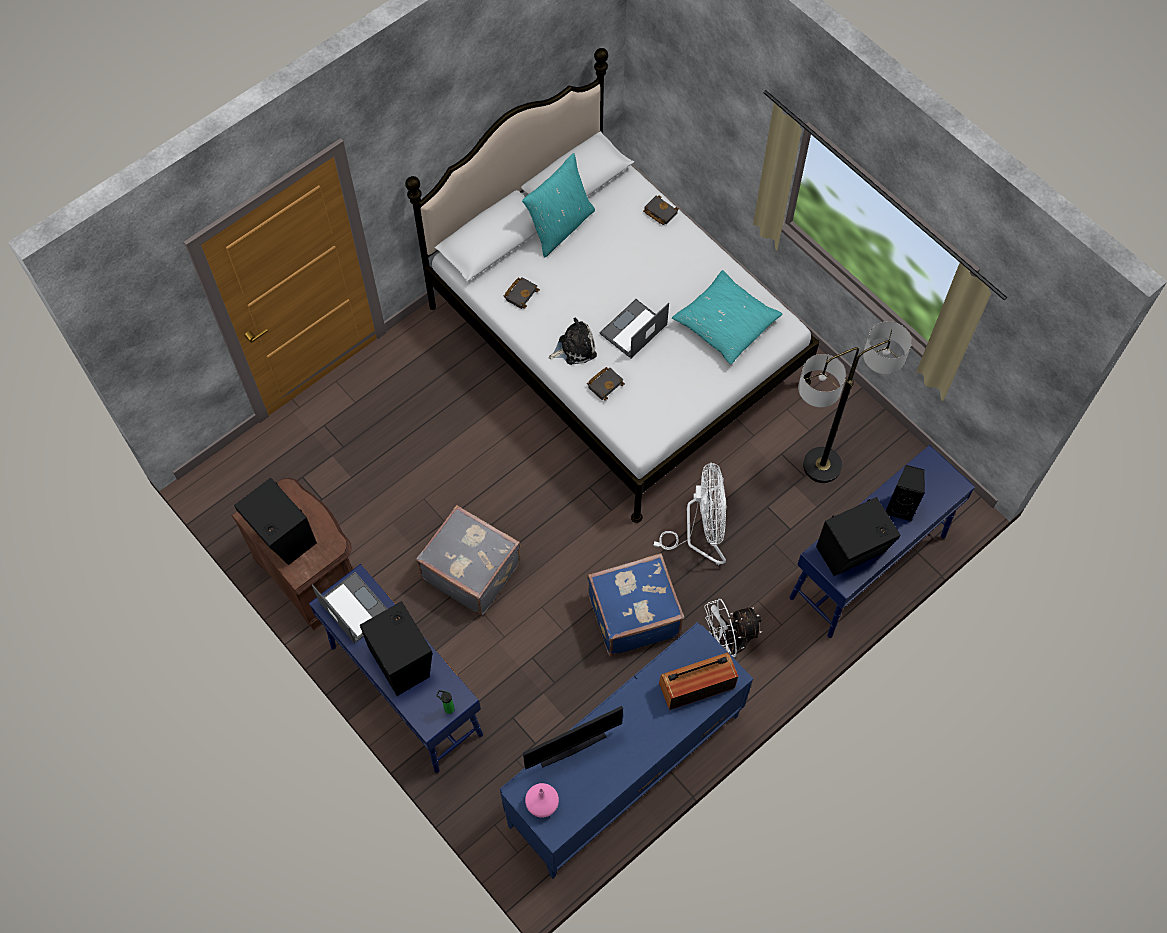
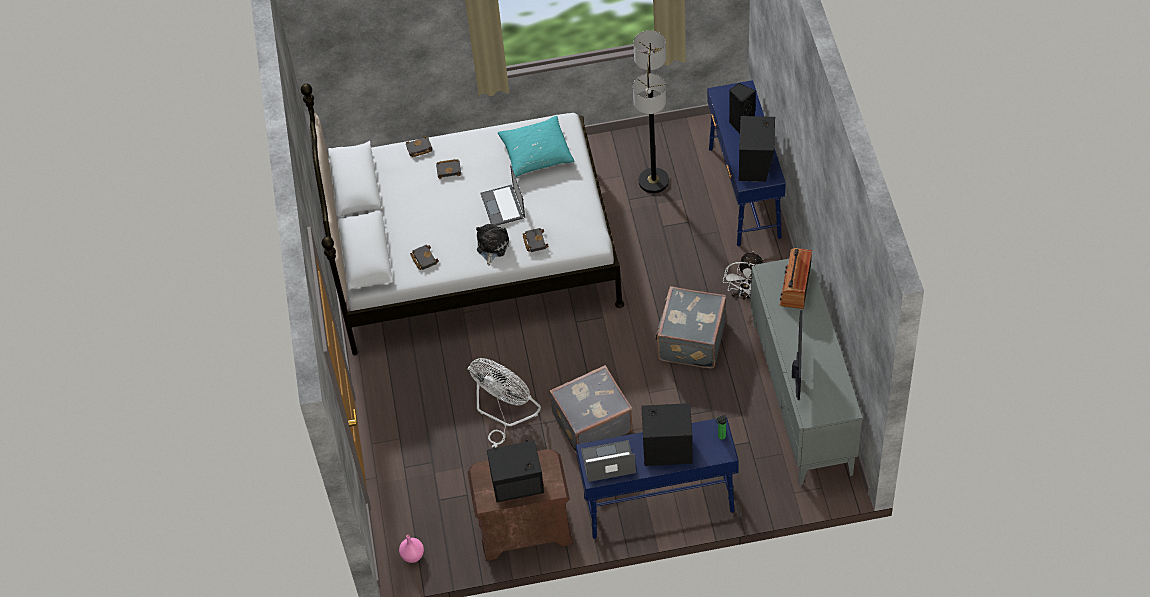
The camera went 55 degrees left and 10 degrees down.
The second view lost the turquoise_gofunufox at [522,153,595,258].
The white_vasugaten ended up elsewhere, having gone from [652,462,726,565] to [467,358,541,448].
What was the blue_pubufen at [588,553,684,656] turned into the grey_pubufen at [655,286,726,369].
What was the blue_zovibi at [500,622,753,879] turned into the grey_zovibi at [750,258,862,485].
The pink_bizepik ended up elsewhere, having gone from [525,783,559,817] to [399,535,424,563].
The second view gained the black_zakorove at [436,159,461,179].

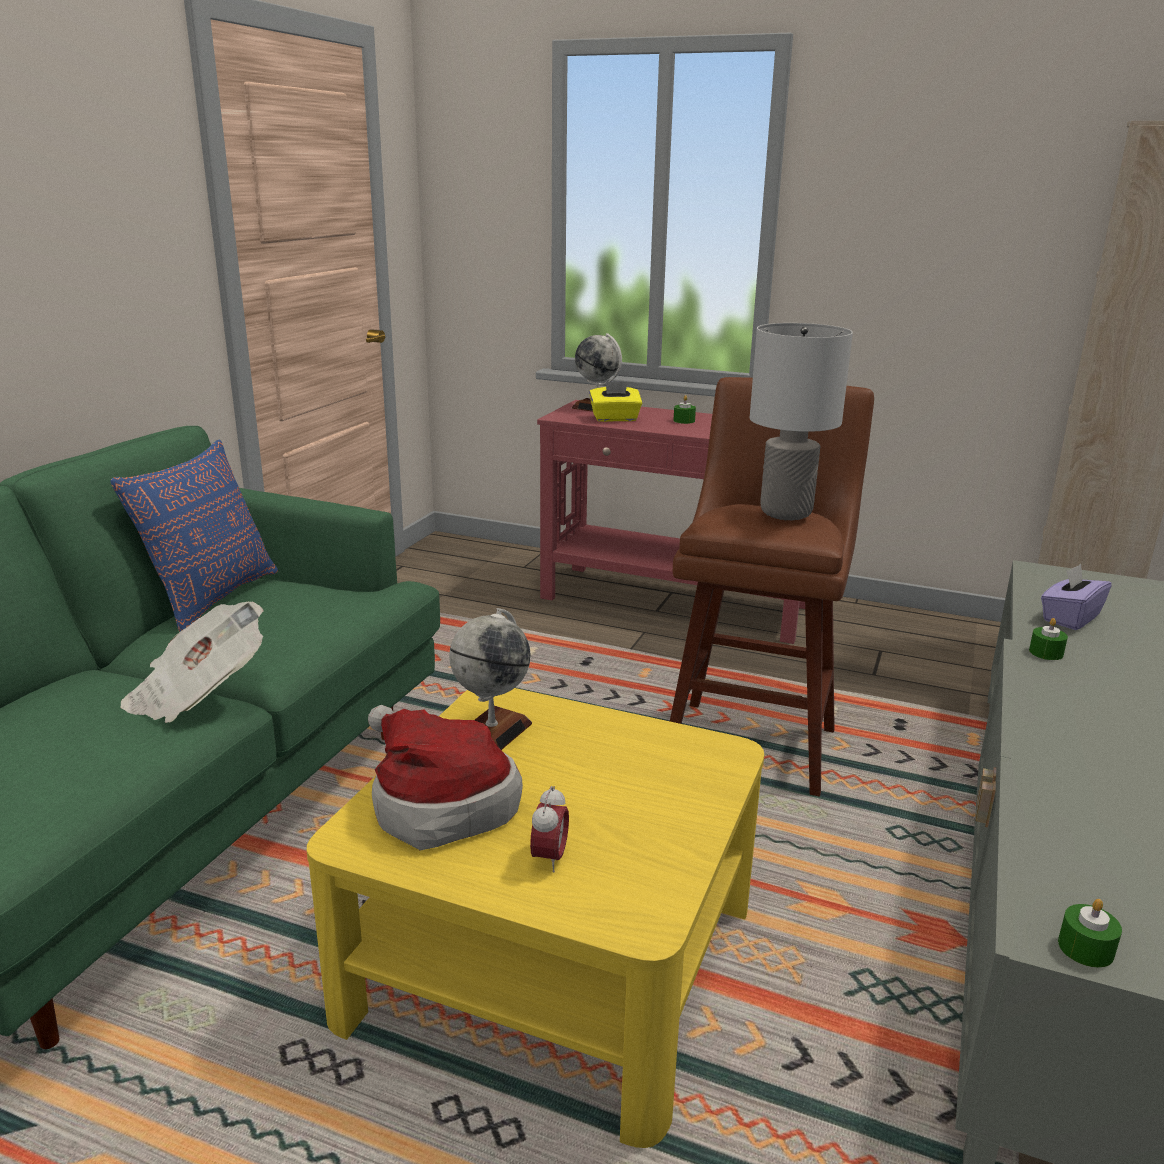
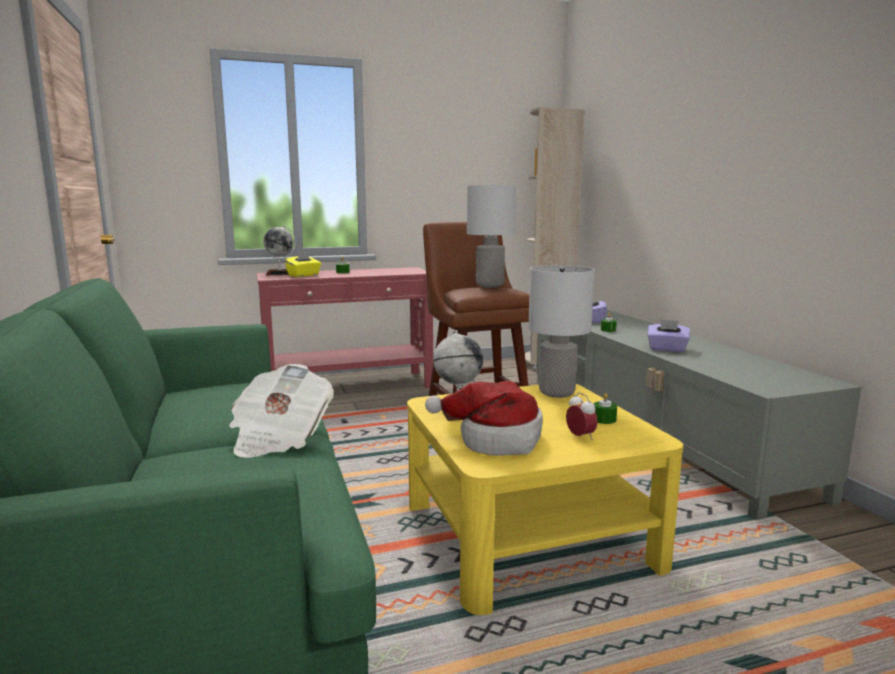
The camera went 40 degrees left and 10 degrees down.
The second view lost the blue_gofunufox at [110,440,278,632].
The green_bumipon ended up elsewhere, having gone from [1058,899,1122,968] to [593,393,617,424].
The second view gained the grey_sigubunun at [528,265,595,398].
The second view gained the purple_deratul at [647,319,690,352].

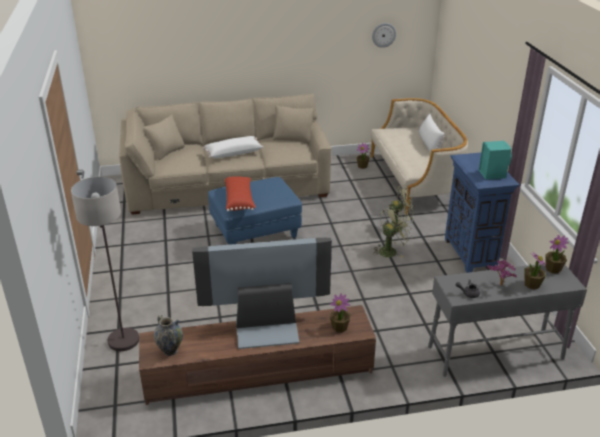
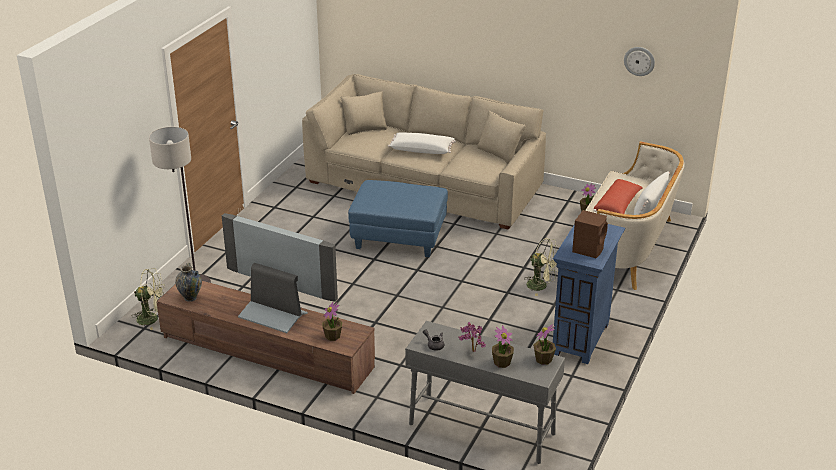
The camera went 35 degrees right and 0 degrees up.
What was the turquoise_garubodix at [479,141,512,180] turned into the brown_garubodix at [572,210,608,258].
The red_gofunufox ended up elsewhere, having gone from [225,177,256,211] to [593,179,643,214].
The green_vasugaten ended up elsewhere, having gone from [373,207,413,258] to [131,268,165,330].

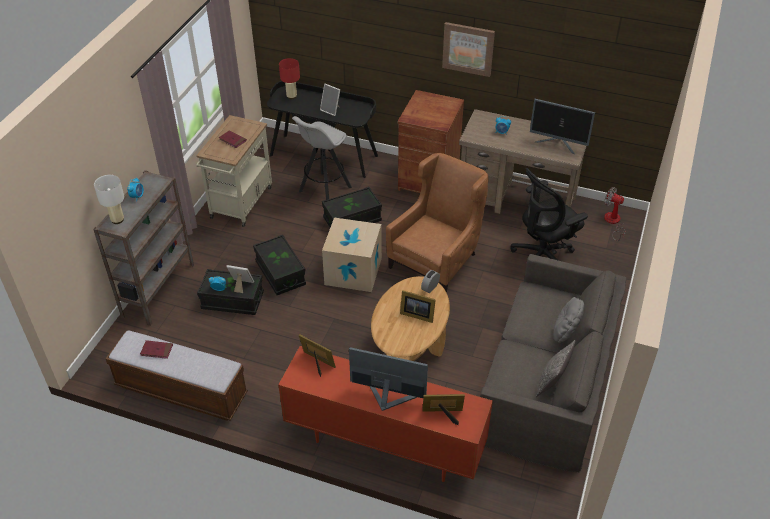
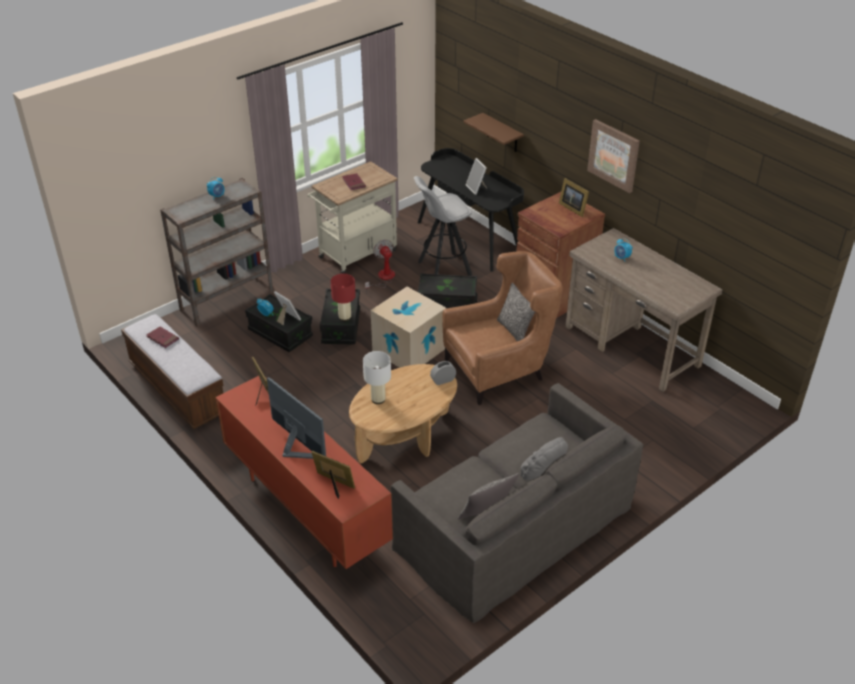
The camera went 30 degrees right and 5 degrees down.
The red_sigubunun ended up elsewhere, having gone from [279,58,300,99] to [331,273,356,321].
The second view lost the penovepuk at [530,99,595,154].
The second view lost the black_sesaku at [510,168,588,260].
The white_sigubunun ended up elsewhere, having gone from [94,175,124,224] to [363,351,391,404].
The vasugaten ended up elsewhere, having gone from [604,187,626,241] to [365,239,395,293].
The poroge ended up elsewhere, having gone from [400,290,436,323] to [559,178,589,217].
The second view gained the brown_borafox at [463,113,524,152].
The second view gained the gofunufox at [497,283,535,341].

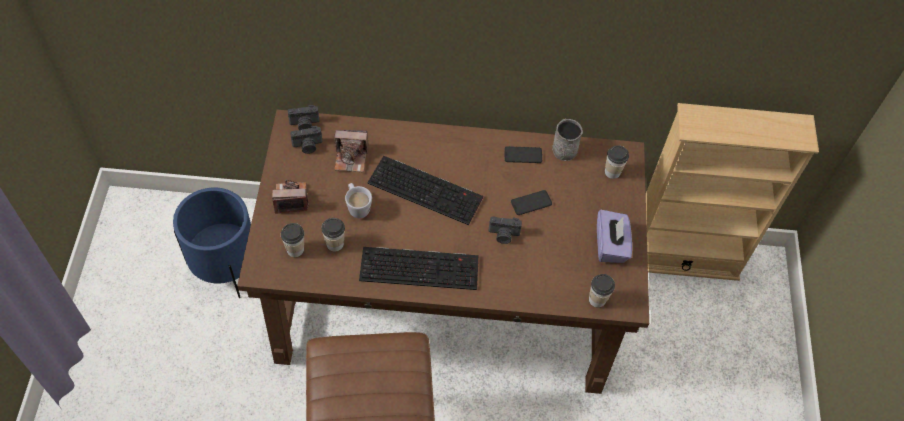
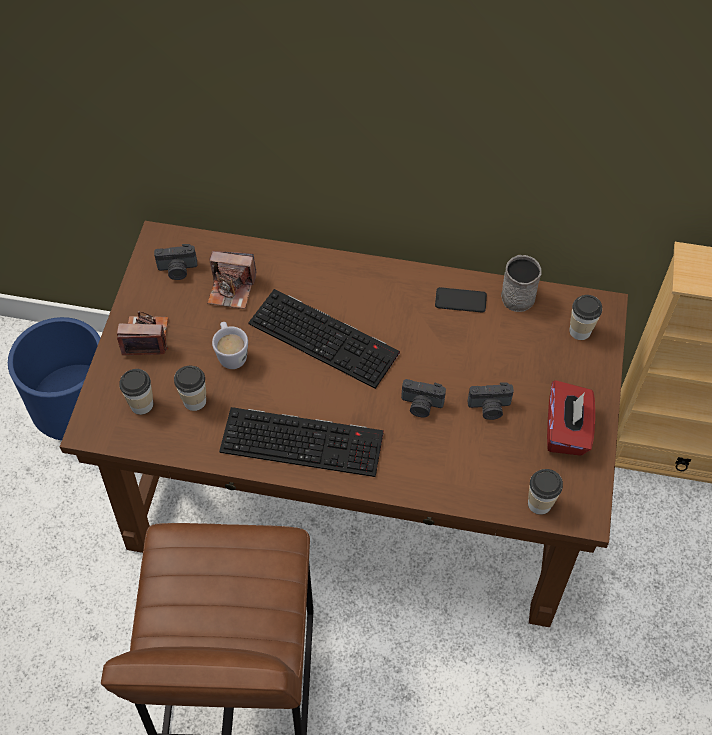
The camera went 10 degrees right and 0 degrees up.
The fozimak ended up elsewhere, having gone from [288,105,319,130] to [468,382,514,420].
The second view lost the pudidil at [511,190,552,215].
What was the purple_deratul at [597,210,632,263] turned into the red_deratul at [547,380,595,456].

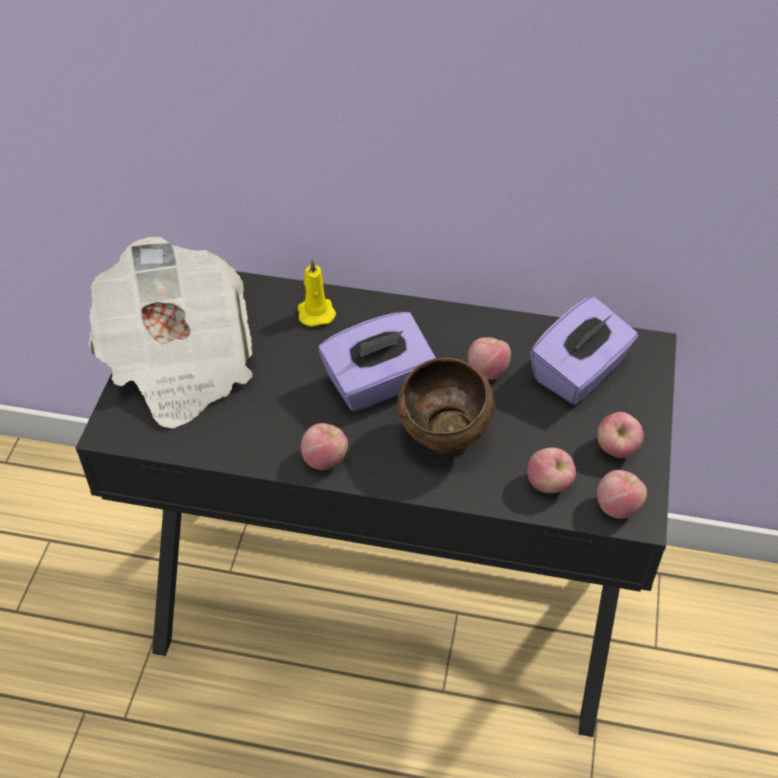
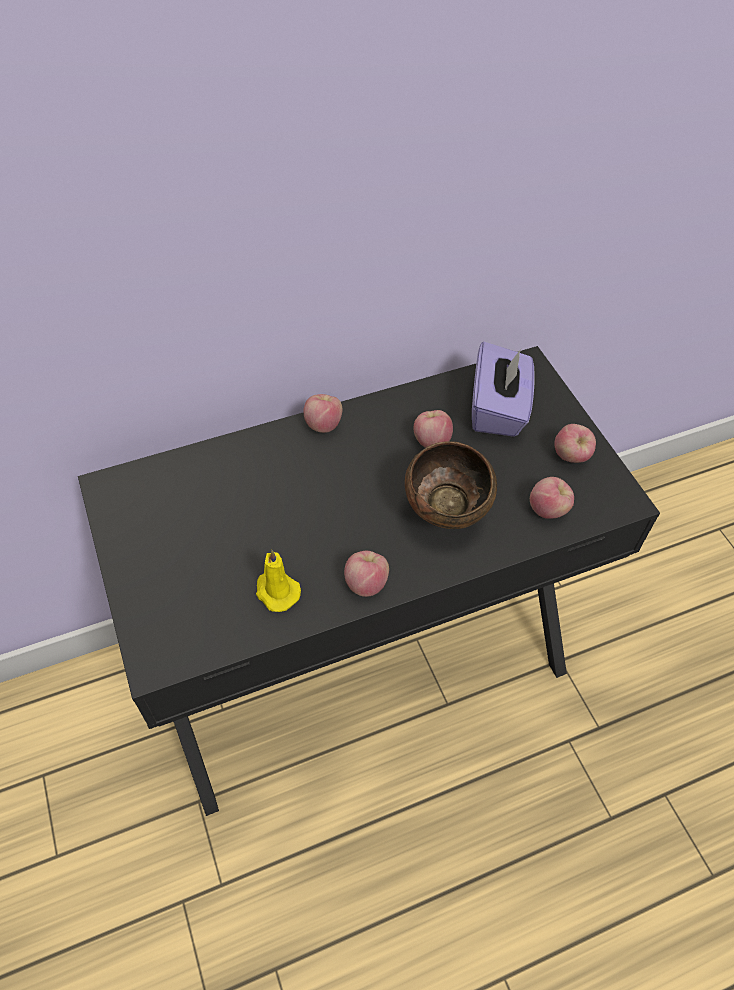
The camera went 35 degrees left and 5 degrees up.
The second view lost the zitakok at [88,236,252,429].
The yellow_bumipon ended up elsewhere, having gone from [298,258,336,327] to [256,550,301,612].
The second view lost the purple_deratul at [318,312,436,411].
The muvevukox ended up elsewhere, having gone from [597,470,647,519] to [304,394,343,433].

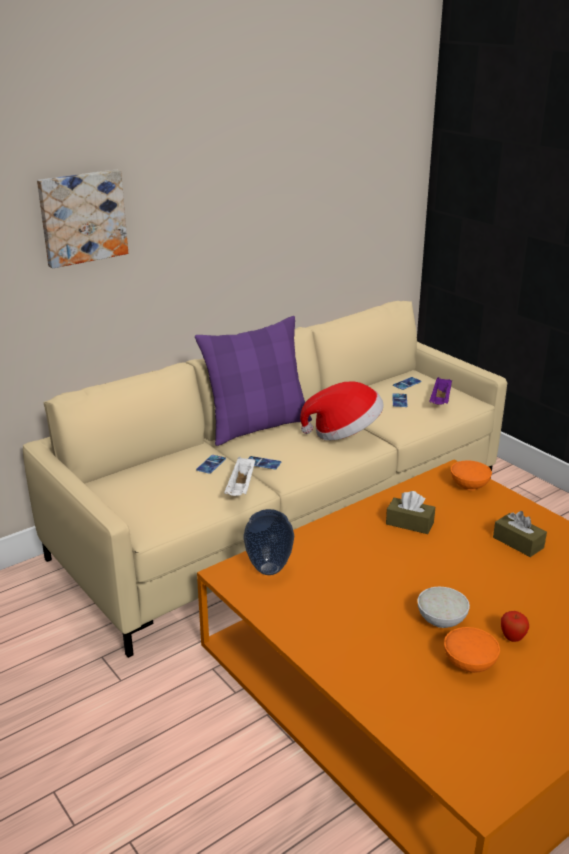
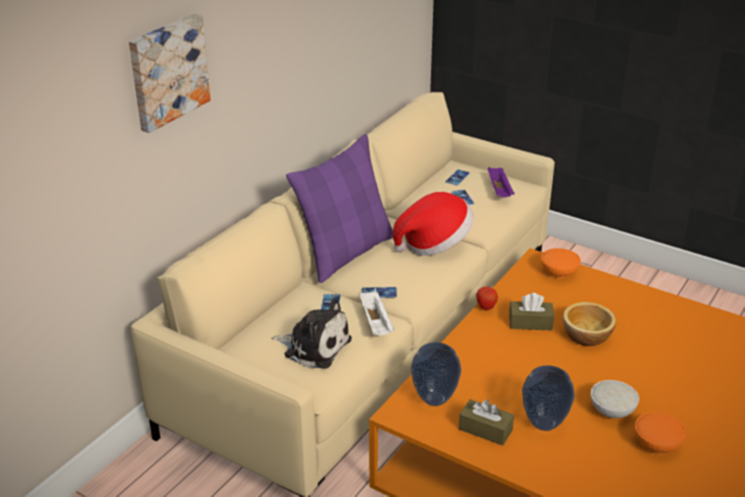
The camera went 20 degrees left and 5 degrees up.
The brown_deratul ended up elsewhere, having gone from [493,511,547,557] to [459,399,514,446].
The muvevukox ended up elsewhere, having gone from [501,611,529,642] to [476,287,498,311].
The second view gained the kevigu at [271,298,352,369].
The second view gained the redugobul at [563,302,616,346].
The second view gained the bizepik at [522,365,575,431].

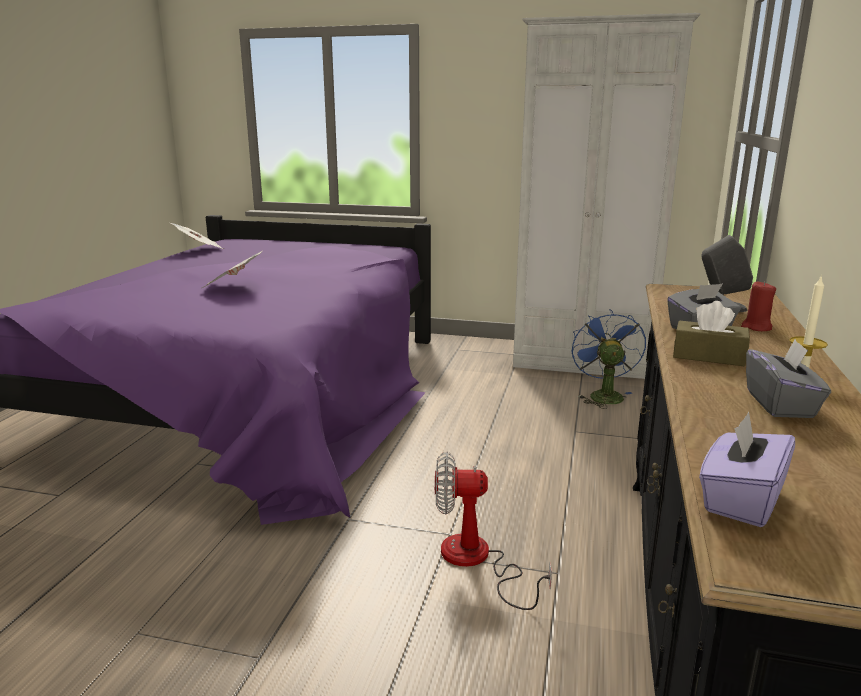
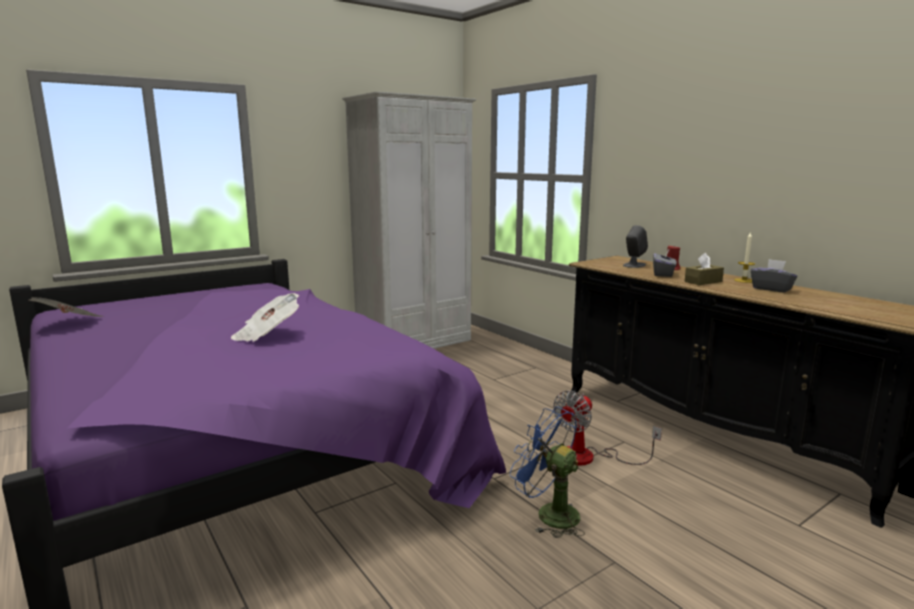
The camera went 50 degrees left and 5 degrees down.
The blue_vasugaten ended up elsewhere, having gone from [571,309,646,409] to [510,407,585,538].
The second view lost the purple_deratul at [699,412,795,527].

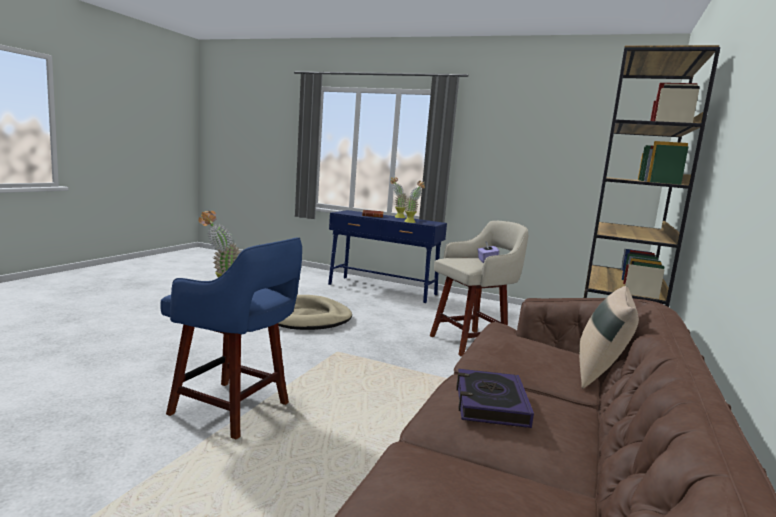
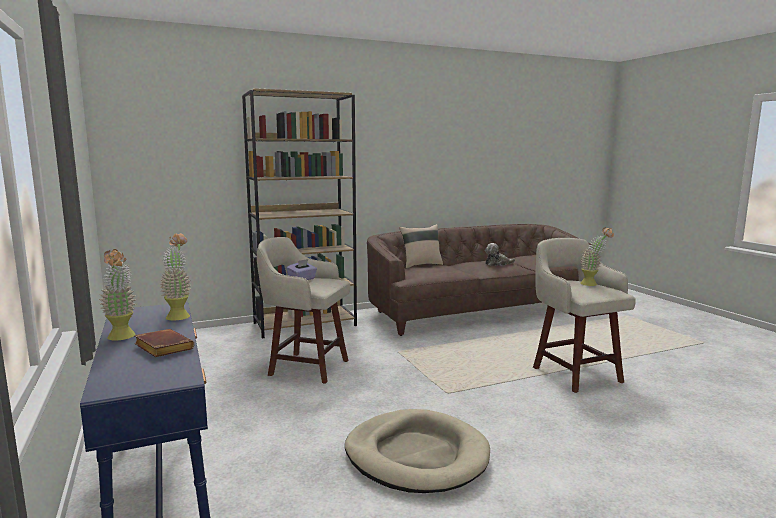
The camera went 135 degrees left and 0 degrees up.
What was the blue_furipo at [160,237,302,439] turned into the beige_furipo at [533,238,636,393].
Where the zakorove stood at [456,369,534,428], the kevigu came to stand at [485,243,515,266].

